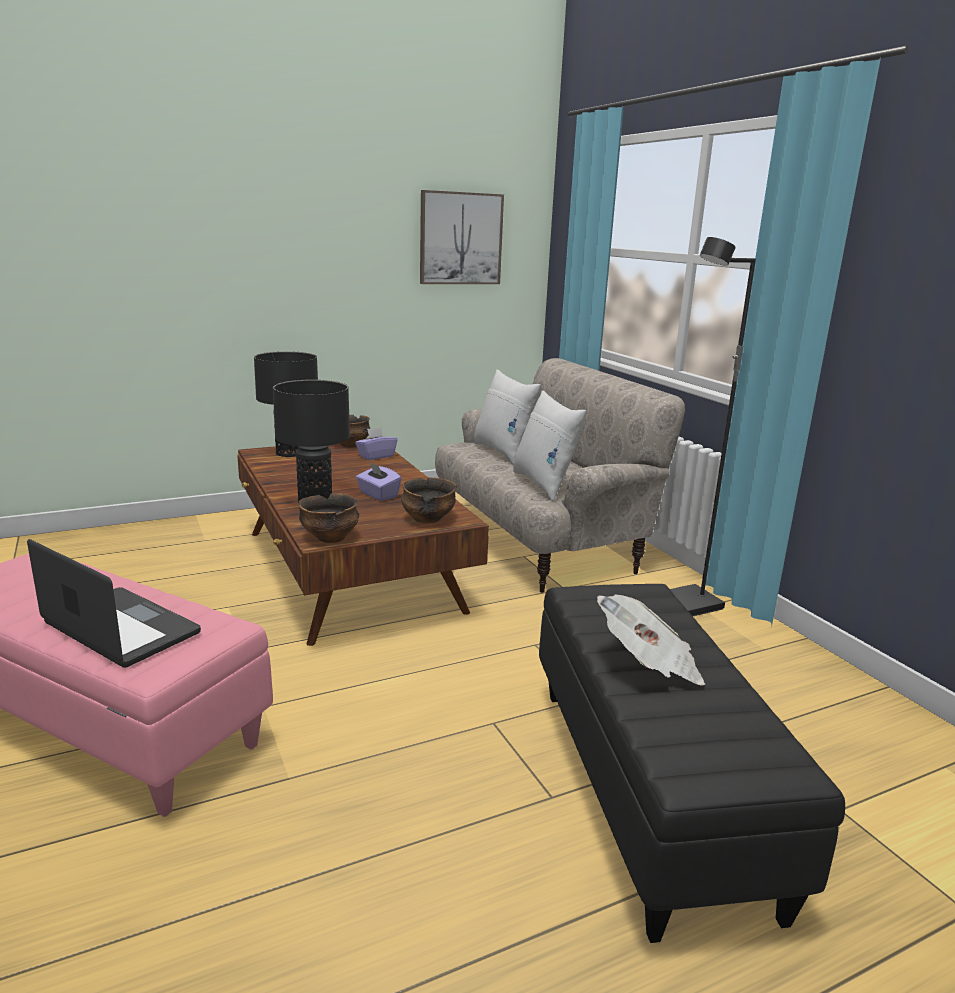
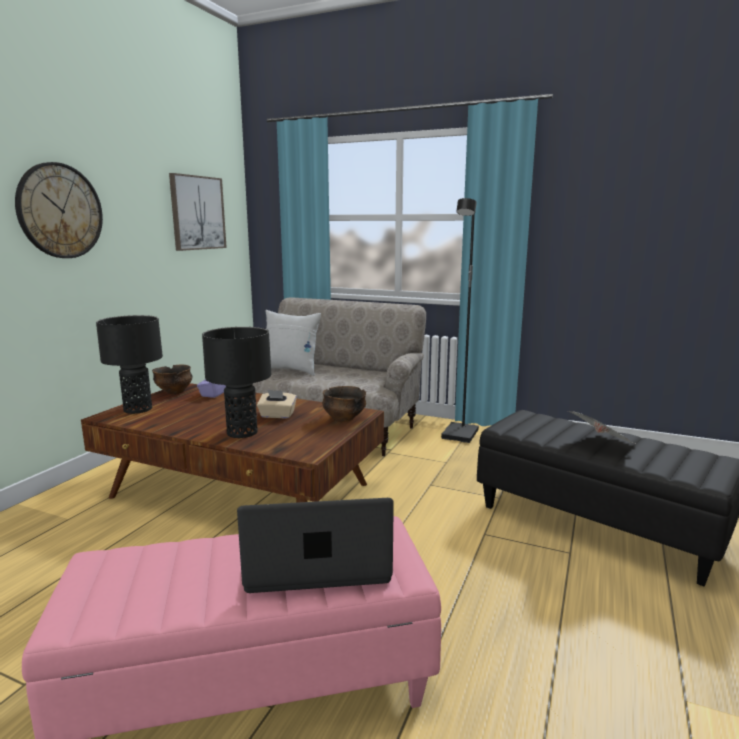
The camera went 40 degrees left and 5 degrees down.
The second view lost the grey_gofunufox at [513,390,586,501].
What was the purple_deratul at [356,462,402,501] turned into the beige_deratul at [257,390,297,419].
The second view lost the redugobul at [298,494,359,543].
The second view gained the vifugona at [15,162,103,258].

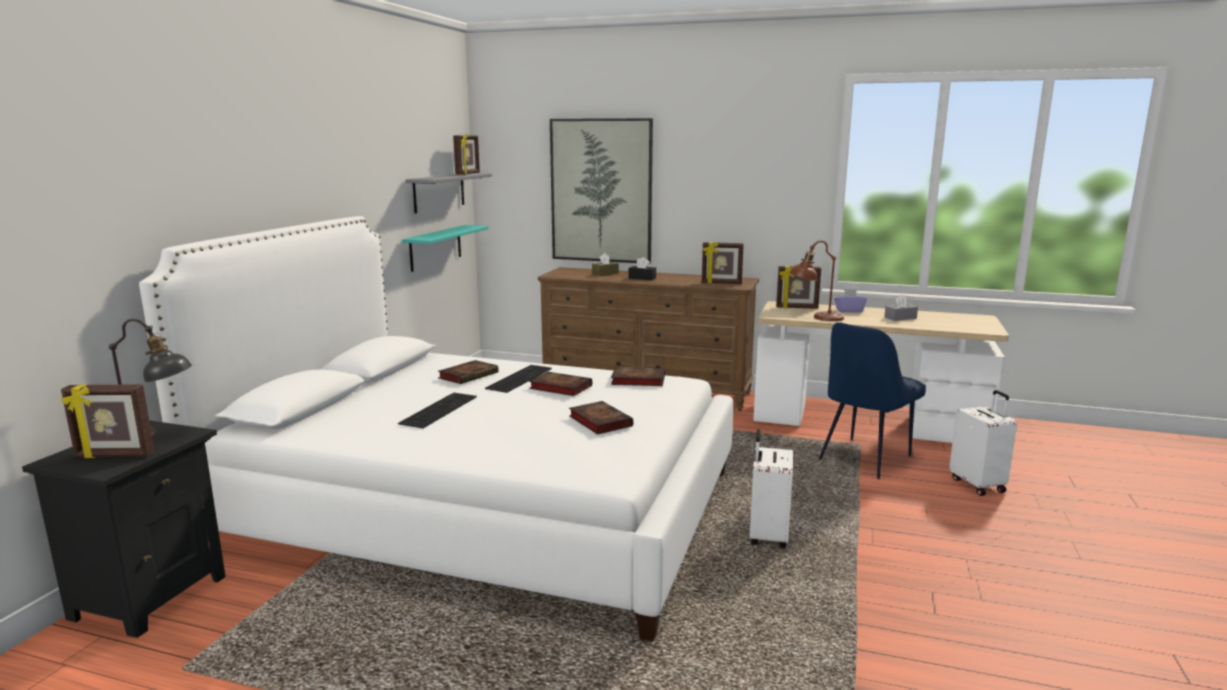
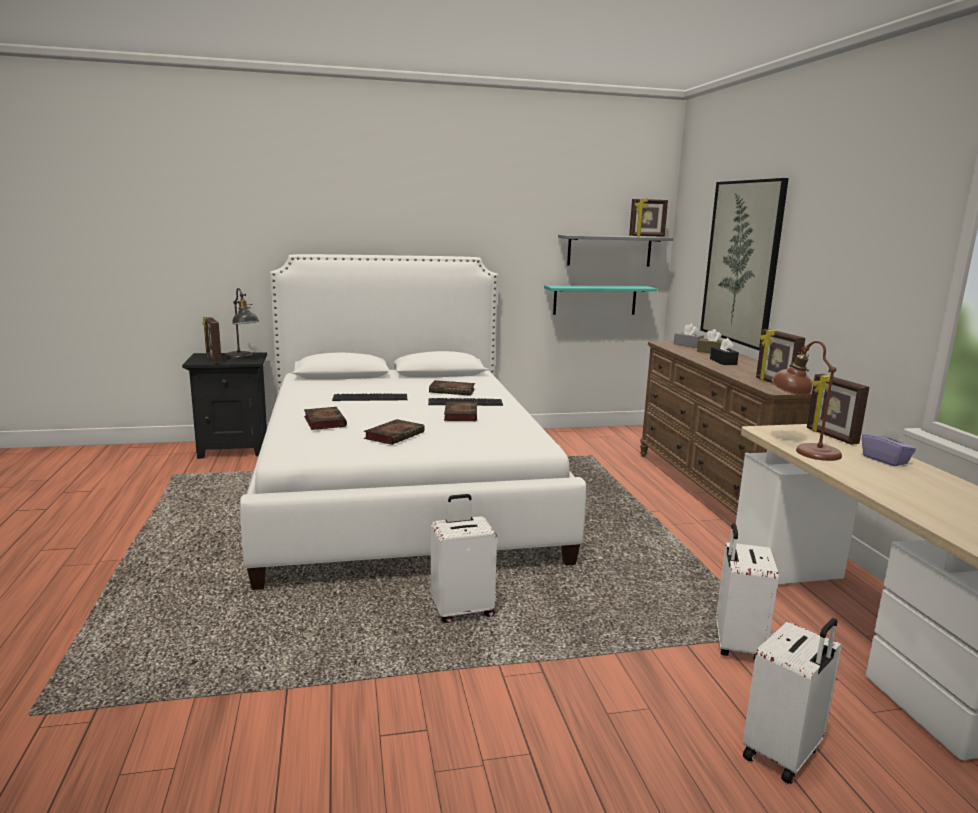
The camera went 60 degrees right and 0 degrees up.
The grey_deratul ended up elsewhere, having gone from [884,294,918,321] to [674,323,704,348].
Where the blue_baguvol stood at [819,322,926,479], the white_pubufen came to stand at [716,524,779,660].
The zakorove ended up elsewhere, having gone from [611,367,665,386] to [304,407,347,430].

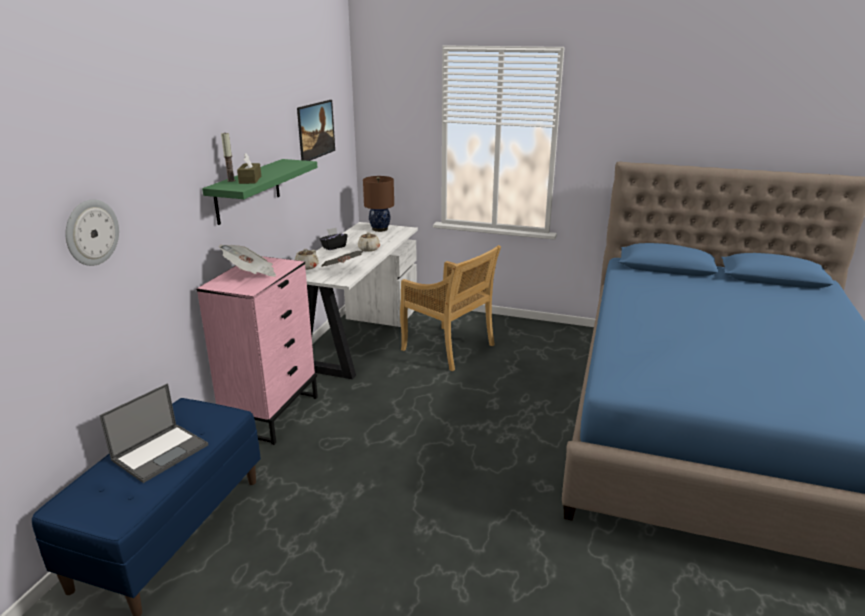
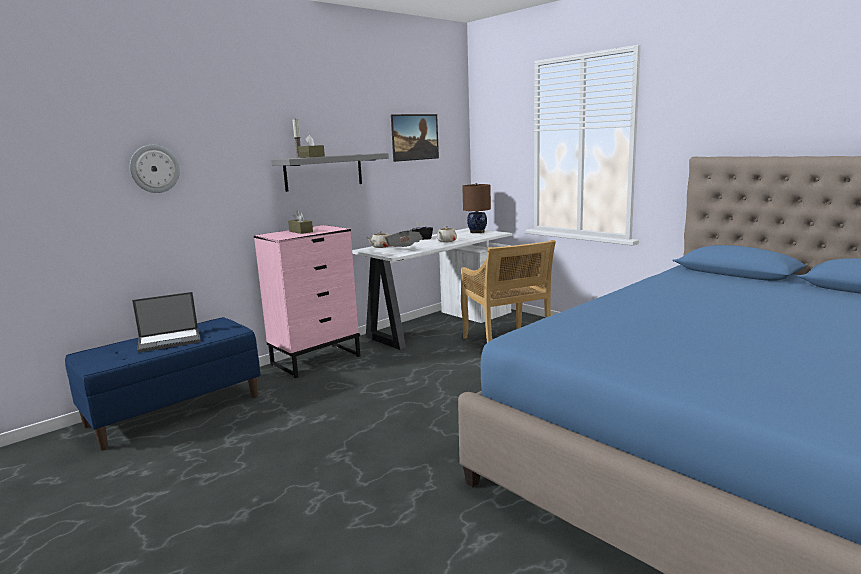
The camera went 30 degrees right and 10 degrees down.
What was the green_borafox at [202,159,318,225] turned into the grey_borafox at [271,153,389,192].
Where the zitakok stood at [219,245,276,277], the brown_deratul came to stand at [288,210,313,234].

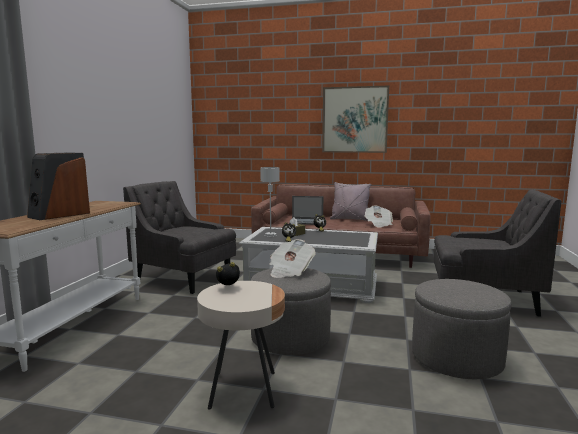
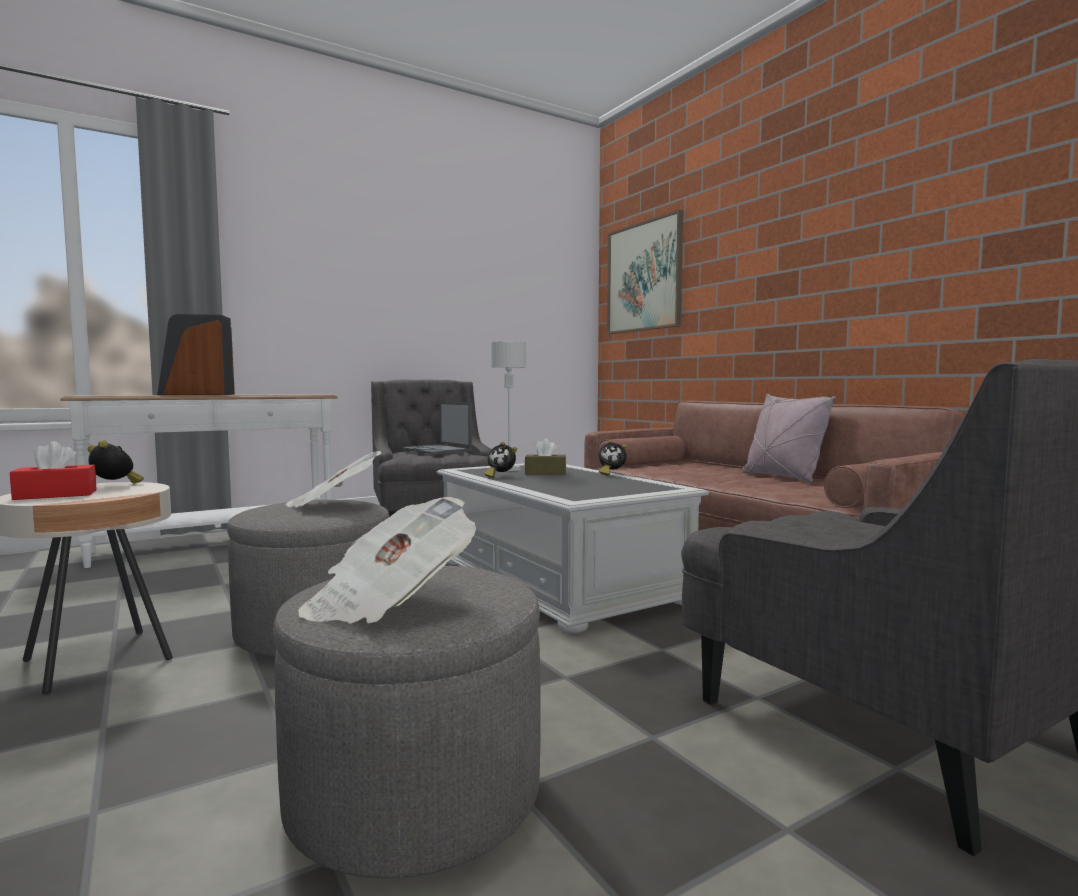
The camera went 45 degrees right and 5 degrees down.
The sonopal ended up elsewhere, having gone from [322,86,389,153] to [607,210,683,334].
The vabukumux ended up elsewhere, having gone from [289,196,323,225] to [402,402,472,454].
The zitakok ended up elsewhere, having gone from [364,205,393,228] to [298,497,476,623].
The second view gained the red_deratul at [10,441,97,500].

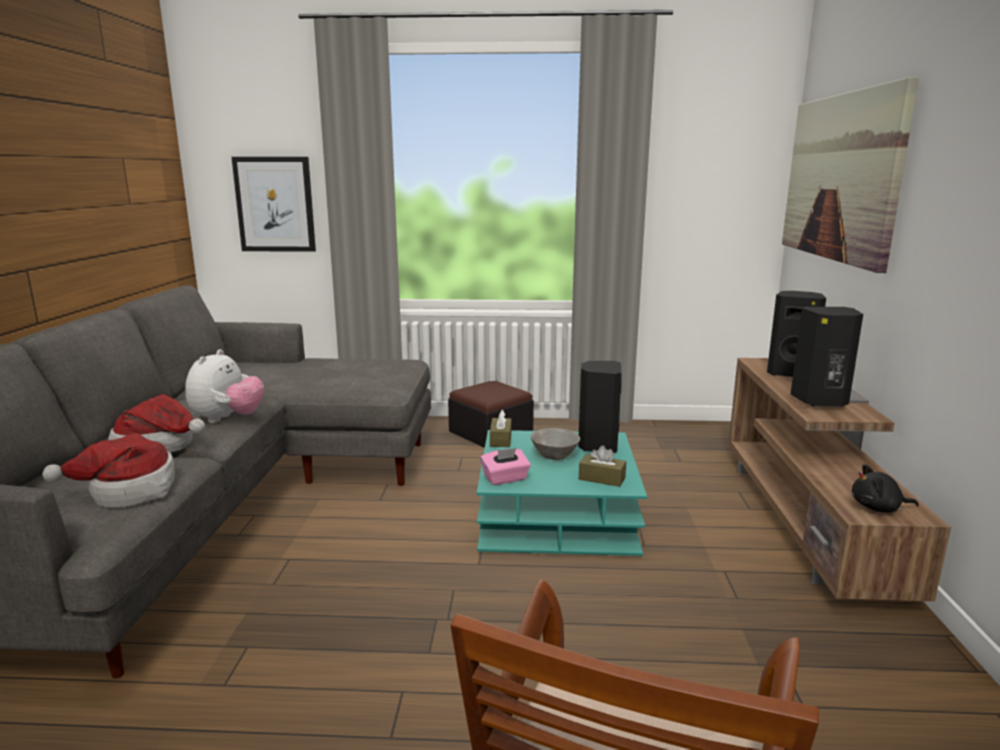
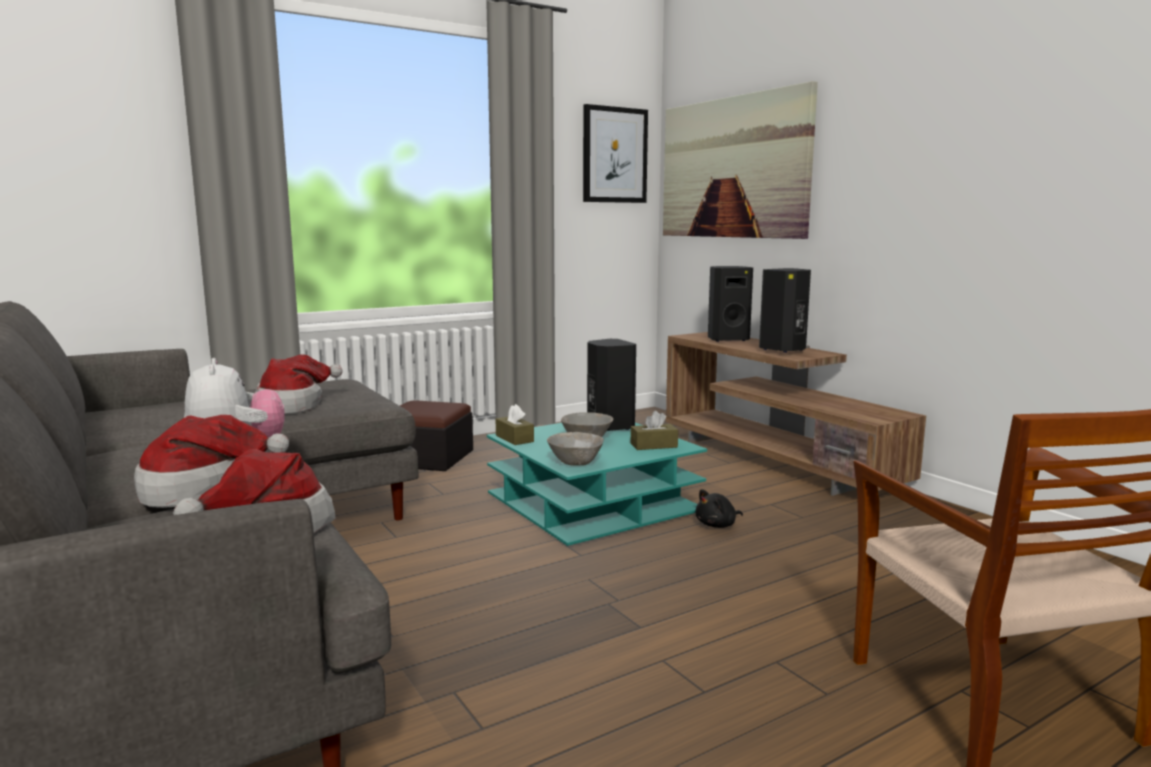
The camera went 35 degrees left and 5 degrees down.
The sonopal ended up elsewhere, having gone from [232,157,316,252] to [583,104,648,203].
Where the pink_deratul stood at [480,448,531,485], the grey_redugobul came to stand at [547,432,604,466].
The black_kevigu ended up elsewhere, having gone from [852,464,919,513] to [695,489,743,528].
The second view gained the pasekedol at [255,355,343,414].

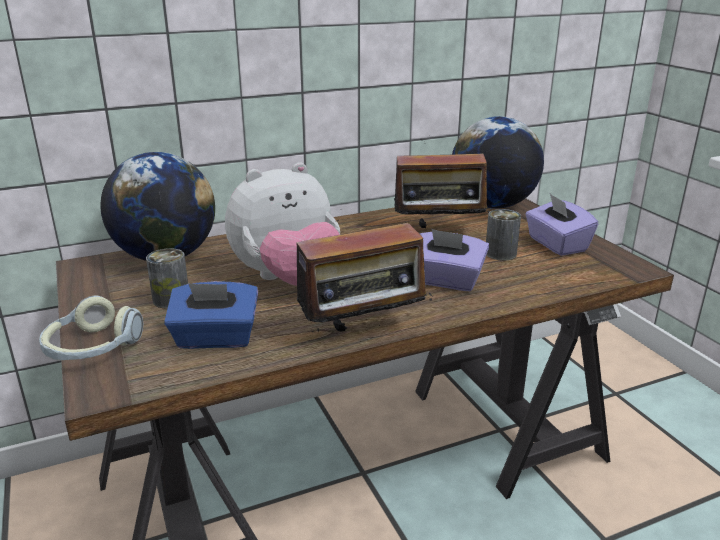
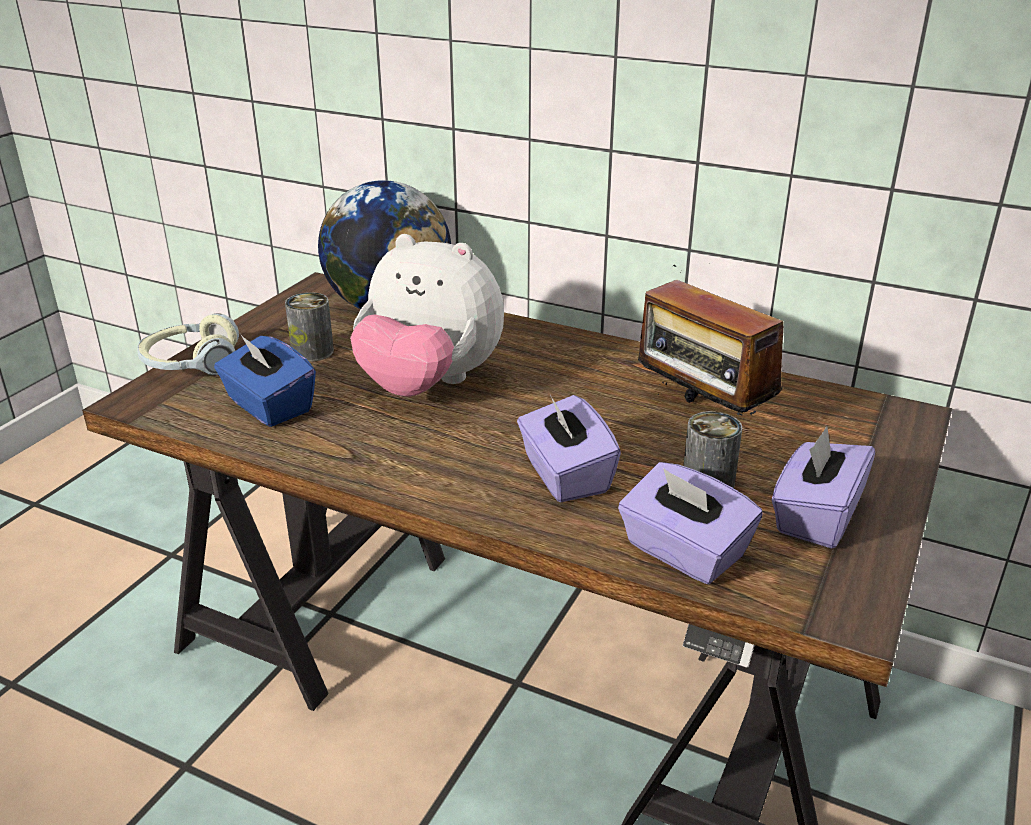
The camera went 50 degrees right and 5 degrees up.
The second view lost the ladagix at [452,116,544,209].
The second view lost the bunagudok at [283,209,432,336].
The second view gained the purple_deratul at [618,462,763,584].

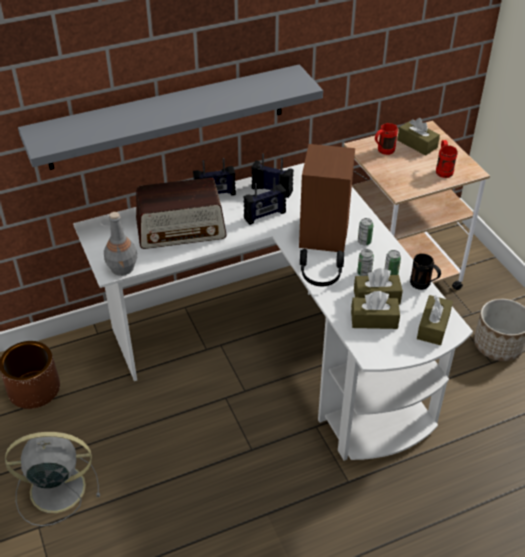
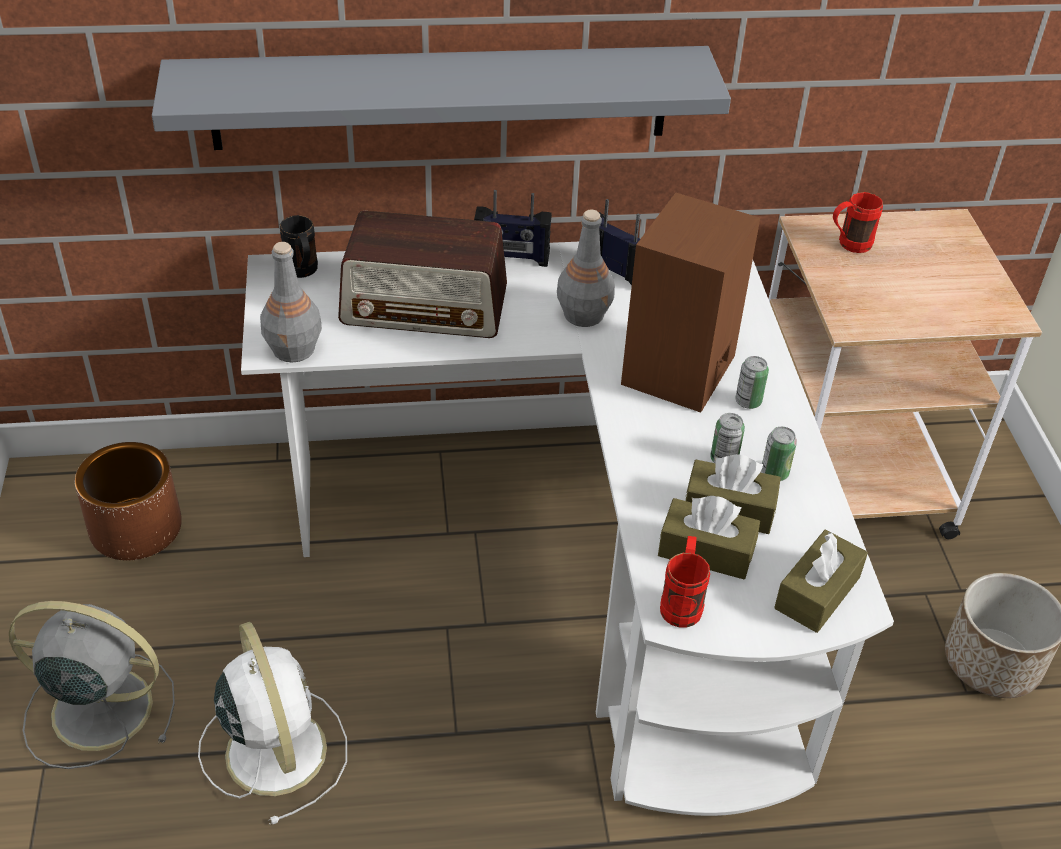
The camera went 15 degrees right and 0 degrees up.
The second view lost the brown_deratul at [397,118,440,156].
The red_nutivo ended up elsewhere, having gone from [436,140,458,178] to [660,536,710,628].
Where the bunagudok stood at [243,177,286,225], the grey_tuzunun came to stand at [557,210,615,327].
The second view lost the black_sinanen at [300,249,344,286].
The black_nutivo ended up elsewhere, having gone from [410,253,441,290] to [280,215,318,278].
The second view gained the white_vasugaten at [198,622,347,825].

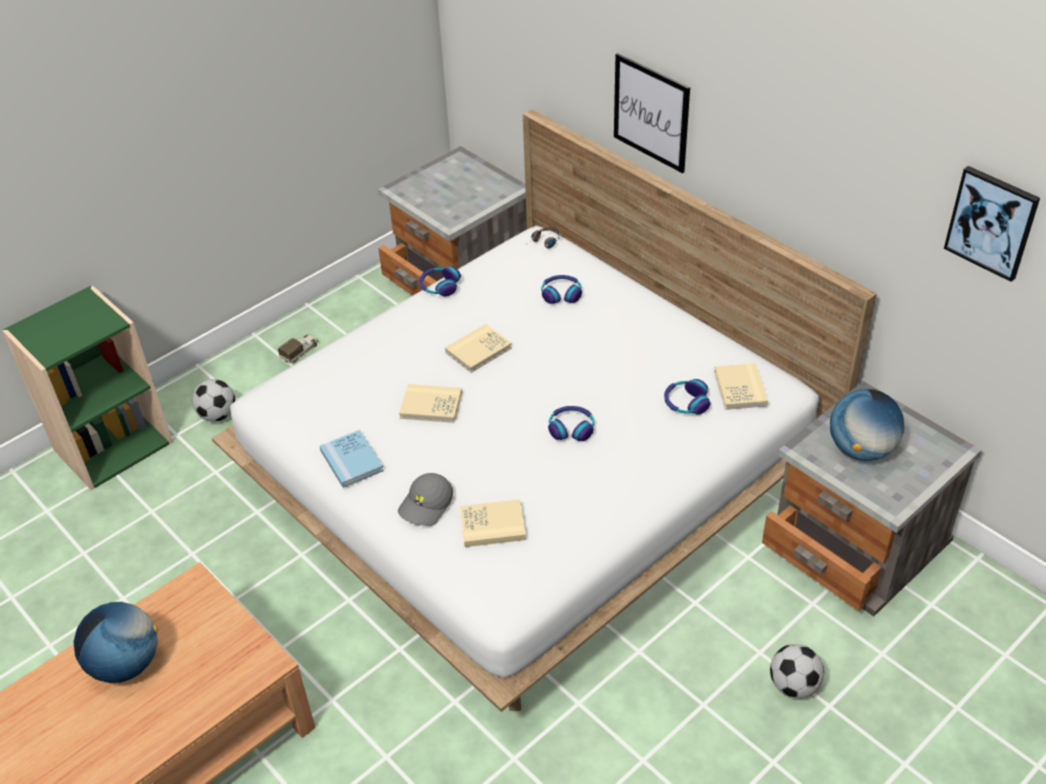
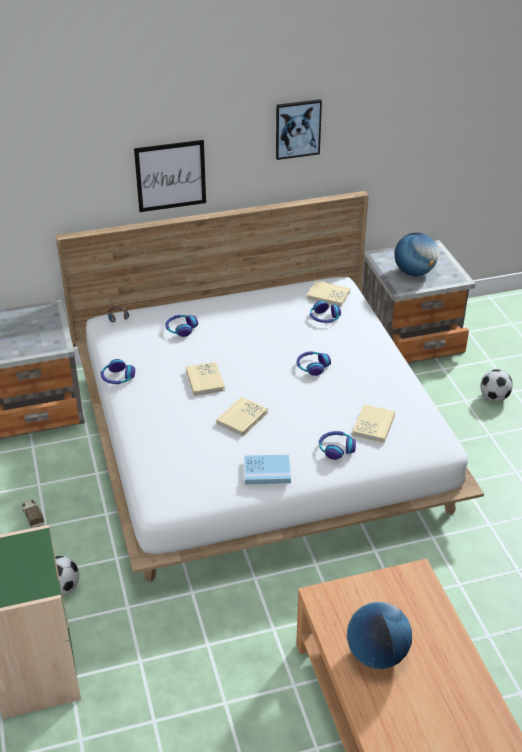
The camera went 65 degrees left and 5 degrees down.
The sonopal ended up elsewhere, having gone from [944,166,1040,282] to [276,99,322,160].
Where the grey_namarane stood at [398,473,453,526], the sinanen came to stand at [319,431,356,460].

